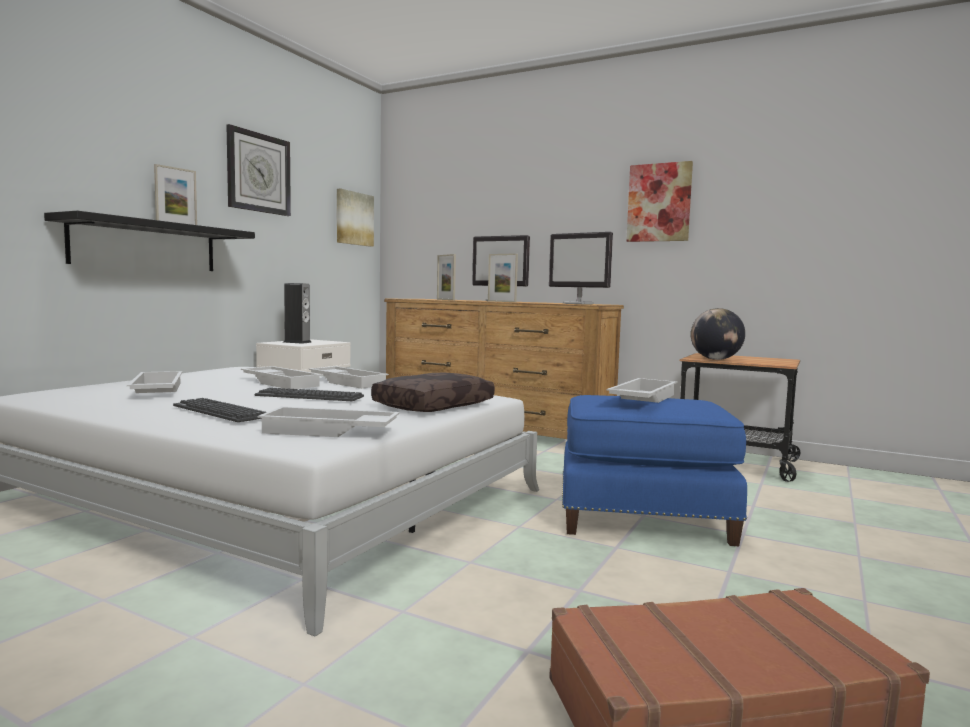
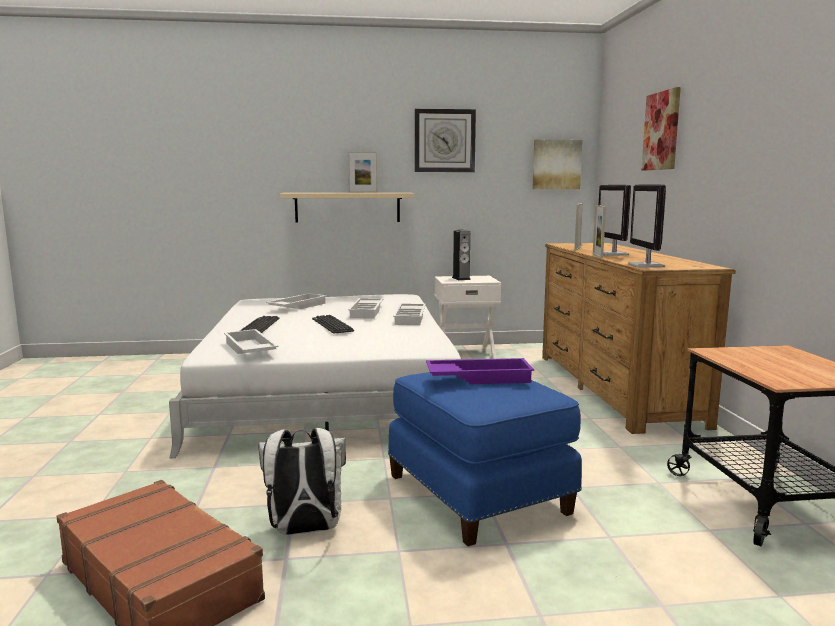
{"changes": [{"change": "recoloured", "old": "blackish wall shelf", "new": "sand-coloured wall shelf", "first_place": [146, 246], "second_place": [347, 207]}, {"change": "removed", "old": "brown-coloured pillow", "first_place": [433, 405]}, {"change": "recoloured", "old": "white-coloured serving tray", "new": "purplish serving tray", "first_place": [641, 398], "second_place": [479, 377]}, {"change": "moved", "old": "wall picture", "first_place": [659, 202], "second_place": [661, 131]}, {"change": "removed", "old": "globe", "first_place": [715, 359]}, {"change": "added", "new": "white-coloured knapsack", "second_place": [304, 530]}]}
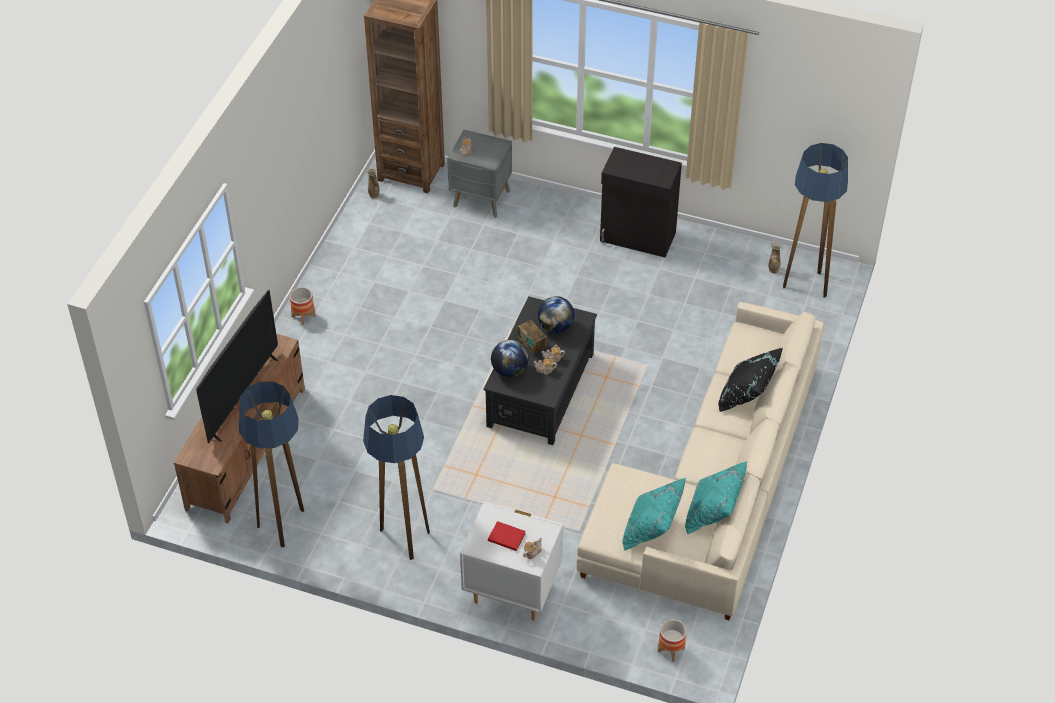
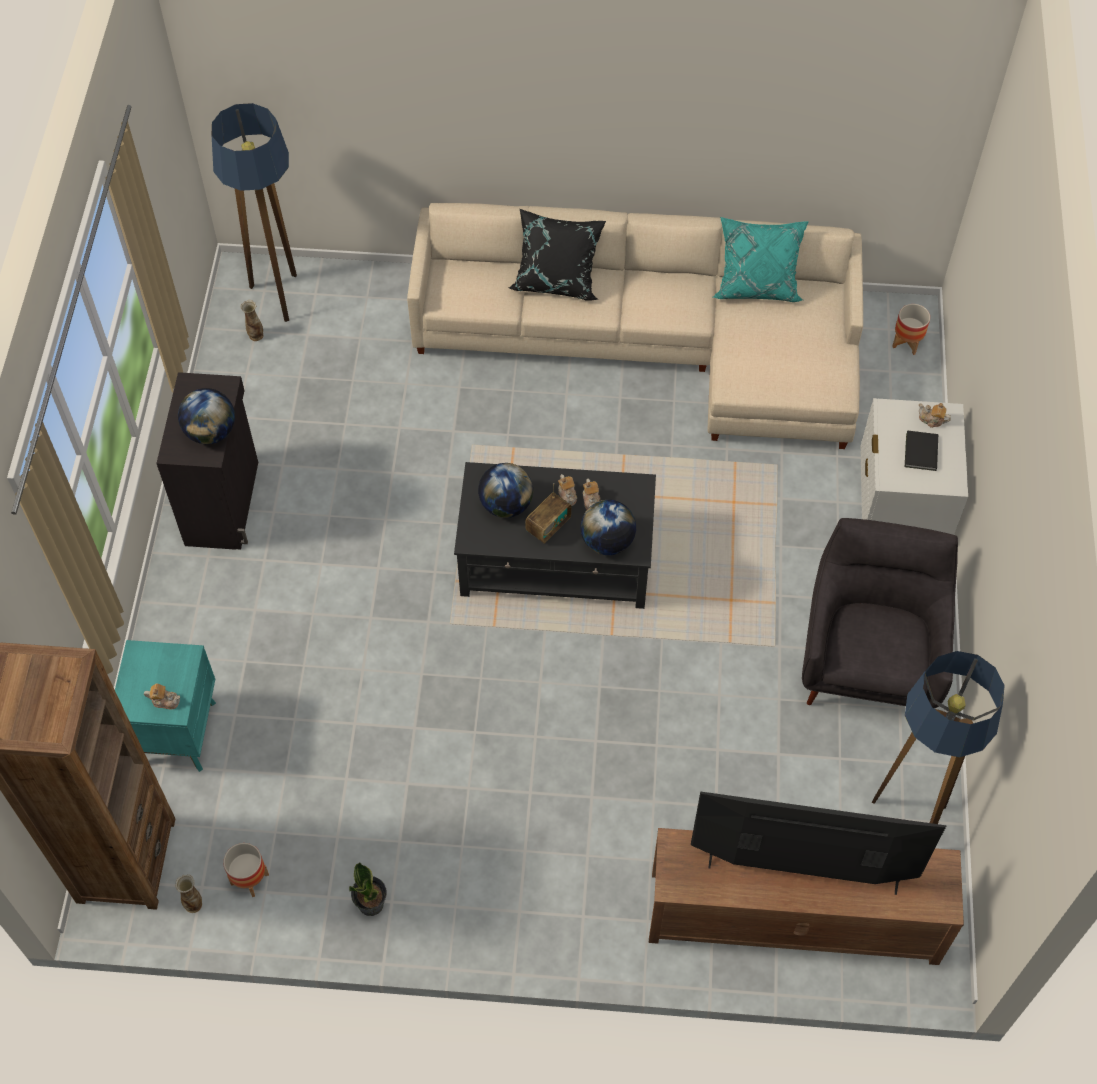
{"changes": [{"change": "moved", "old": "planter", "first_place": [303, 316], "second_place": [249, 879]}, {"change": "replaced", "old": "standing lamp", "new": "greyish armchair", "first_place": [402, 538], "second_place": [868, 660]}, {"change": "recoloured", "old": "greyish nightstand", "new": "blue-green nightstand", "first_place": [482, 199], "second_place": [177, 732]}, {"change": "recoloured", "old": "reddish bound book", "new": "blackish bound book", "first_place": [506, 536], "second_place": [920, 453]}, {"change": "removed", "old": "blue-green pillow", "first_place": [651, 530]}, {"change": "added", "new": "globe", "second_place": [211, 432]}, {"change": "added", "new": "plant in a pot", "second_place": [371, 903]}]}
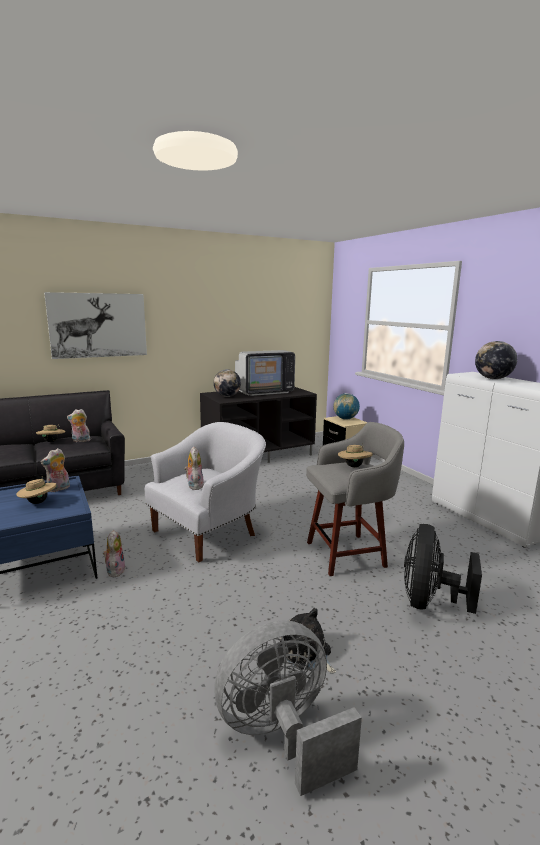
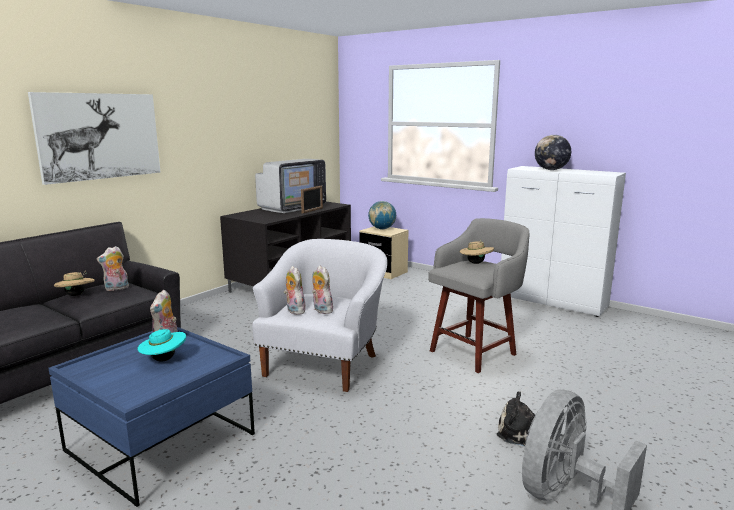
{"changes": [{"change": "recoloured", "old": "sand-coloured hat", "new": "blue-green hat", "first_place": [38, 502], "second_place": [163, 359]}, {"change": "moved", "old": "soft toy", "first_place": [115, 570], "second_place": [294, 310]}, {"change": "removed", "old": "globe", "first_place": [227, 396]}, {"change": "removed", "old": "blackish electric fan", "first_place": [429, 601]}, {"change": "added", "new": "picture frame", "second_place": [312, 210]}]}
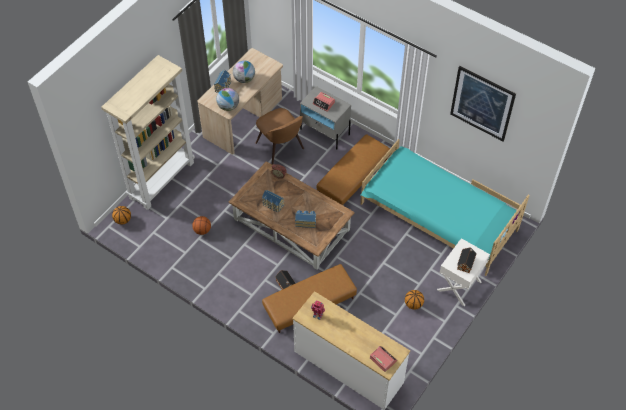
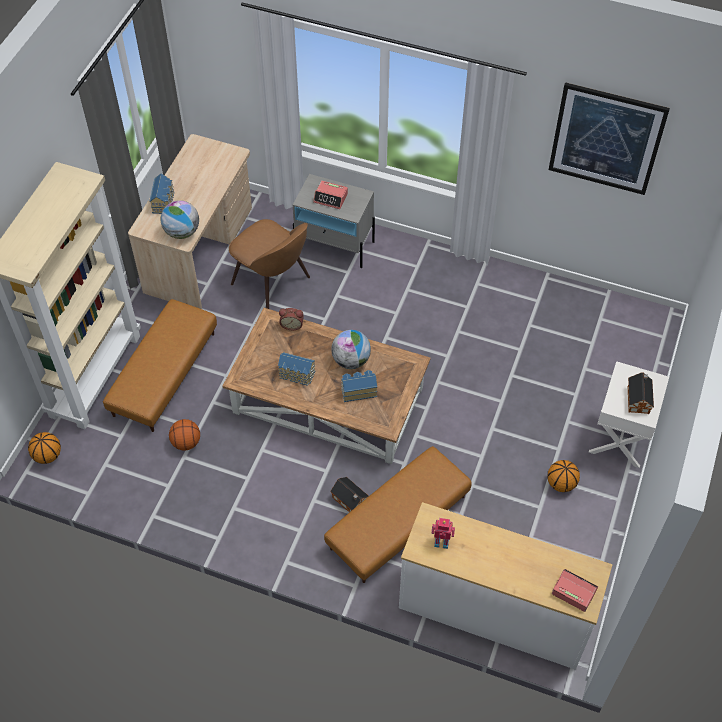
{"changes": [{"change": "moved", "old": "globe", "first_place": [244, 79], "second_place": [351, 360]}, {"change": "moved", "old": "brown-coloured ottoman", "first_place": [353, 177], "second_place": [164, 373]}, {"change": "removed", "old": "blue-green bedroom bed", "first_place": [437, 216]}]}
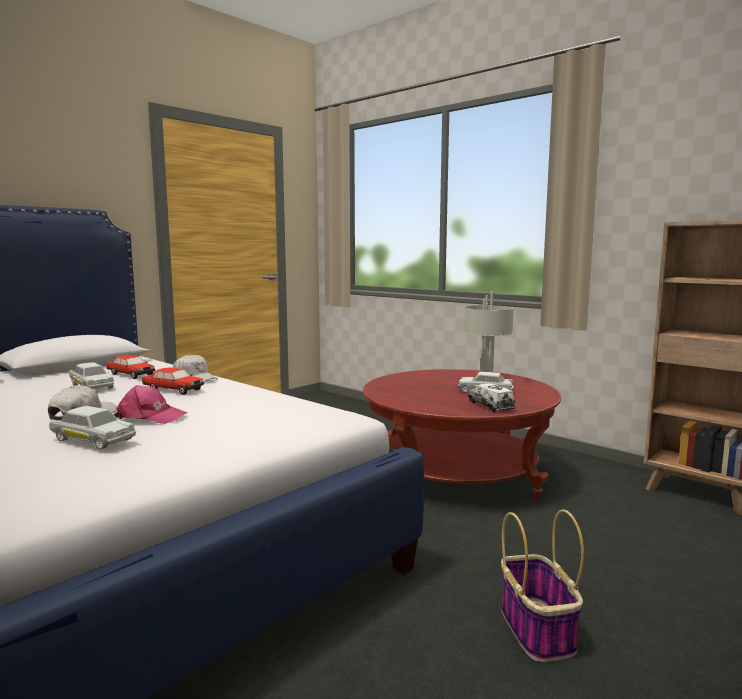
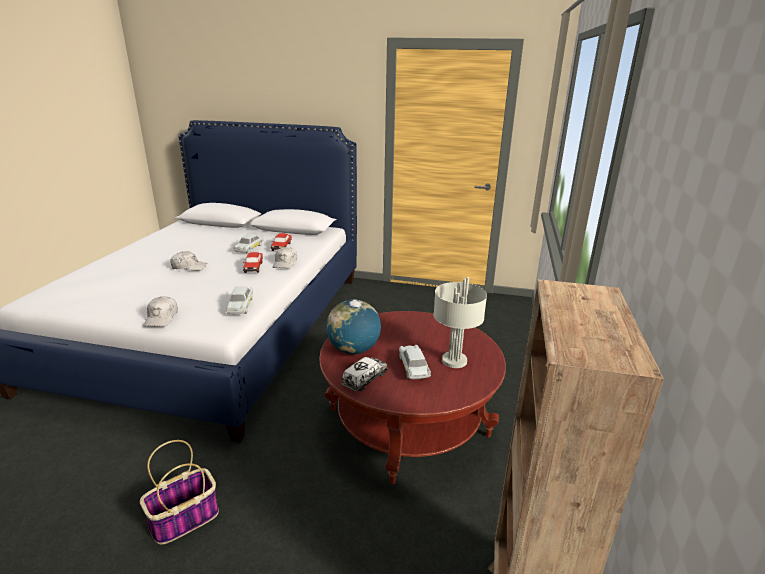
{"changes": [{"change": "moved", "old": "white-coloured model car", "first_place": [93, 440], "second_place": [240, 306]}, {"change": "removed", "old": "pink-coloured cap", "first_place": [150, 417]}, {"change": "added", "new": "white-coloured cap", "second_place": [162, 317]}, {"change": "added", "new": "globe", "second_place": [353, 350]}]}
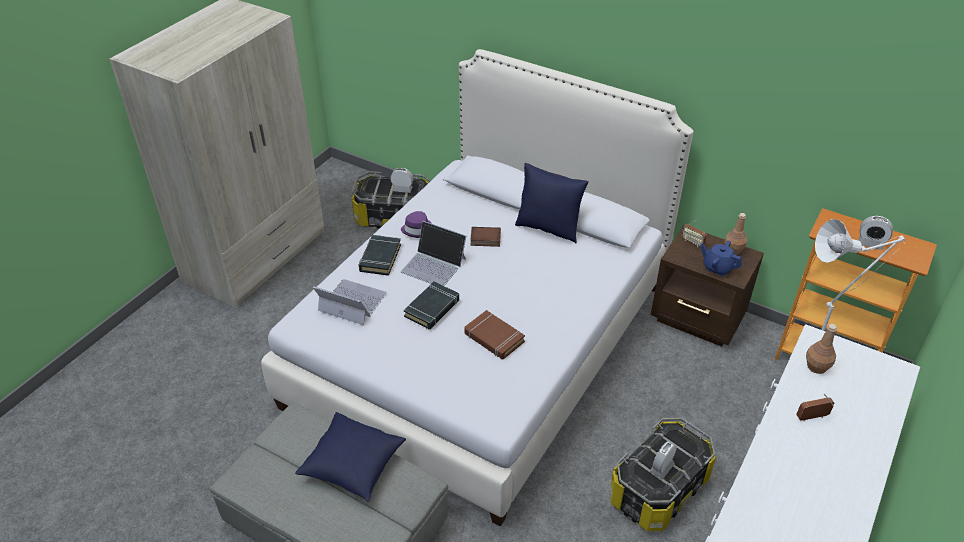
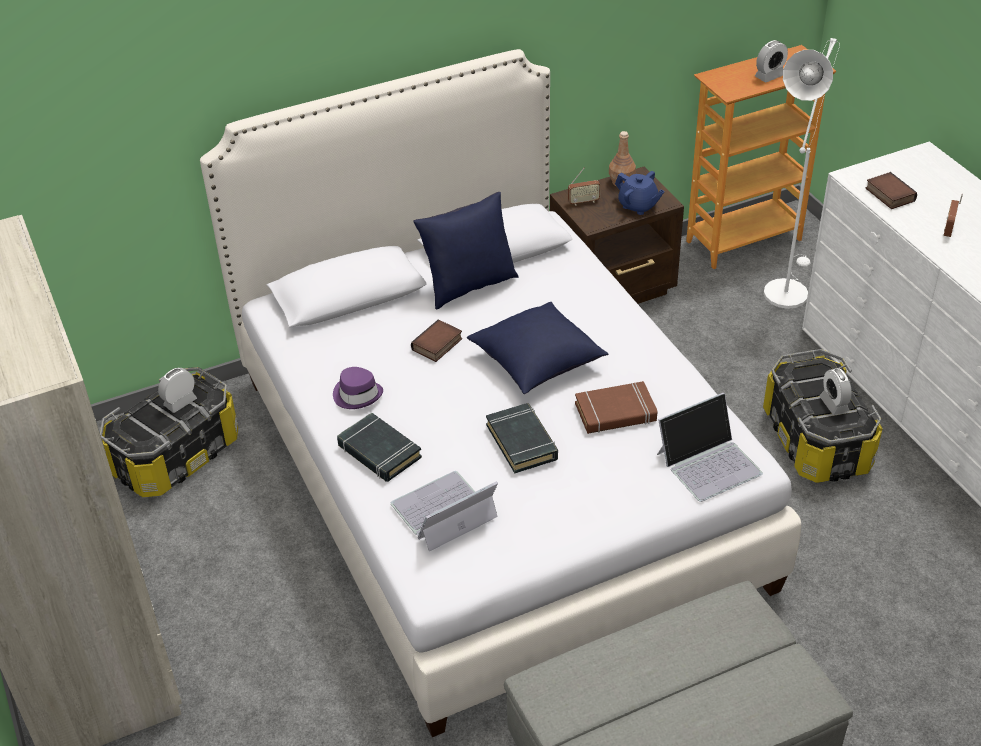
{"changes": [{"change": "moved", "old": "blue pillow", "first_place": [353, 466], "second_place": [537, 363]}, {"change": "moved", "old": "portable computer", "first_place": [434, 265], "second_place": [709, 462]}, {"change": "turned", "old": "blue teapot", "first_place": [717, 268], "second_place": [638, 206], "degrees": -120}, {"change": "replaced", "old": "brown-coloured bottle", "new": "bound book", "first_place": [816, 366], "second_place": [888, 194]}]}
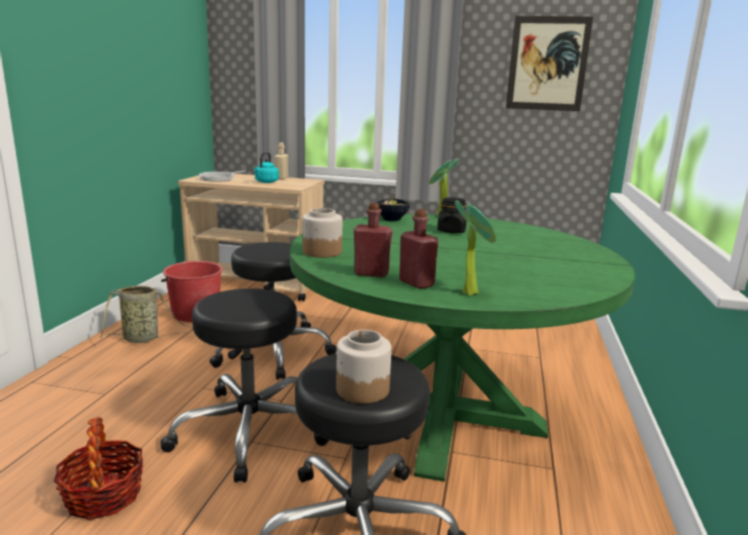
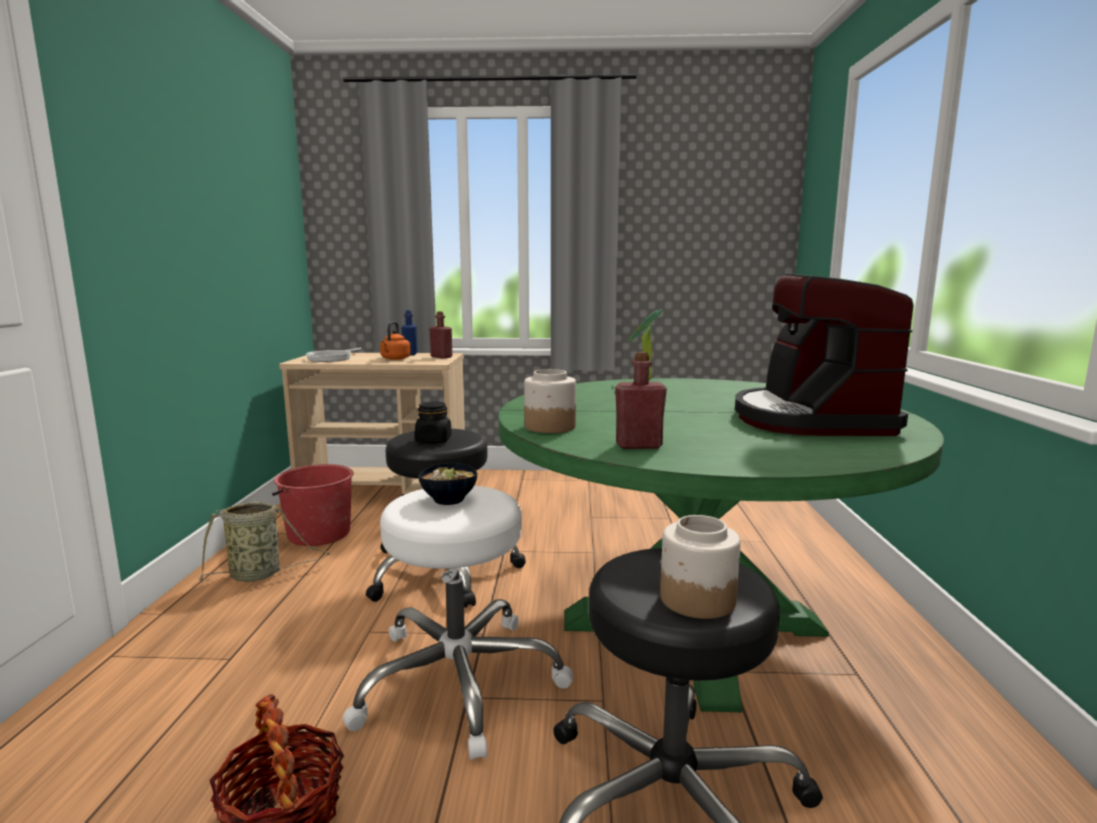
{"changes": [{"change": "recoloured", "old": "blackish stool", "new": "white-coloured stool", "first_place": [250, 430], "second_place": [459, 680]}, {"change": "recoloured", "old": "blue-green water kettle", "new": "orange water kettle", "first_place": [266, 182], "second_place": [395, 359]}, {"change": "recoloured", "old": "sand-coloured bottle", "new": "blue bottle", "first_place": [281, 178], "second_place": [410, 354]}, {"change": "moved", "old": "deep dish", "first_place": [391, 219], "second_place": [448, 500]}, {"change": "moved", "old": "reddish bottle", "first_place": [416, 283], "second_place": [441, 357]}, {"change": "moved", "old": "blackish storage jar", "first_place": [451, 231], "second_place": [433, 441]}, {"change": "removed", "old": "plant in a pot", "first_place": [470, 292]}, {"change": "removed", "old": "wall picture", "first_place": [547, 64]}, {"change": "added", "new": "coffee maker", "second_place": [810, 420]}]}
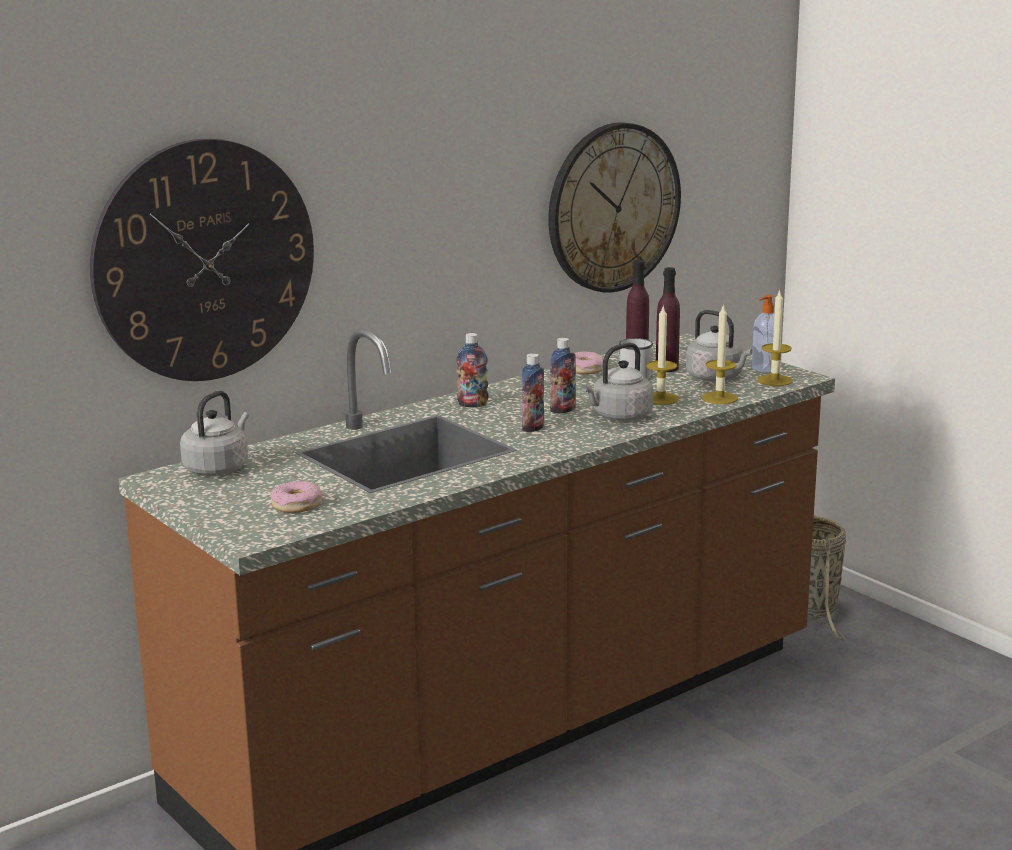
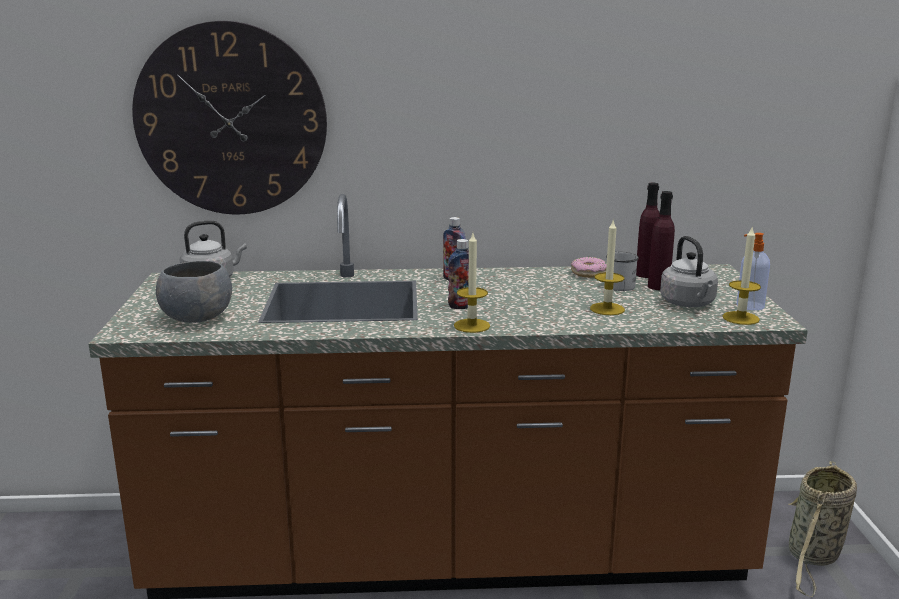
{"changes": [{"change": "replaced", "old": "doughnut", "new": "greyish deep dish", "first_place": [296, 505], "second_place": [198, 317]}, {"change": "removed", "old": "wall clock", "first_place": [613, 207]}, {"change": "removed", "old": "bottle", "first_place": [563, 410]}, {"change": "removed", "old": "greyish water kettle", "first_place": [619, 417]}, {"change": "moved", "old": "wax light", "first_place": [719, 398], "second_place": [472, 326]}]}
